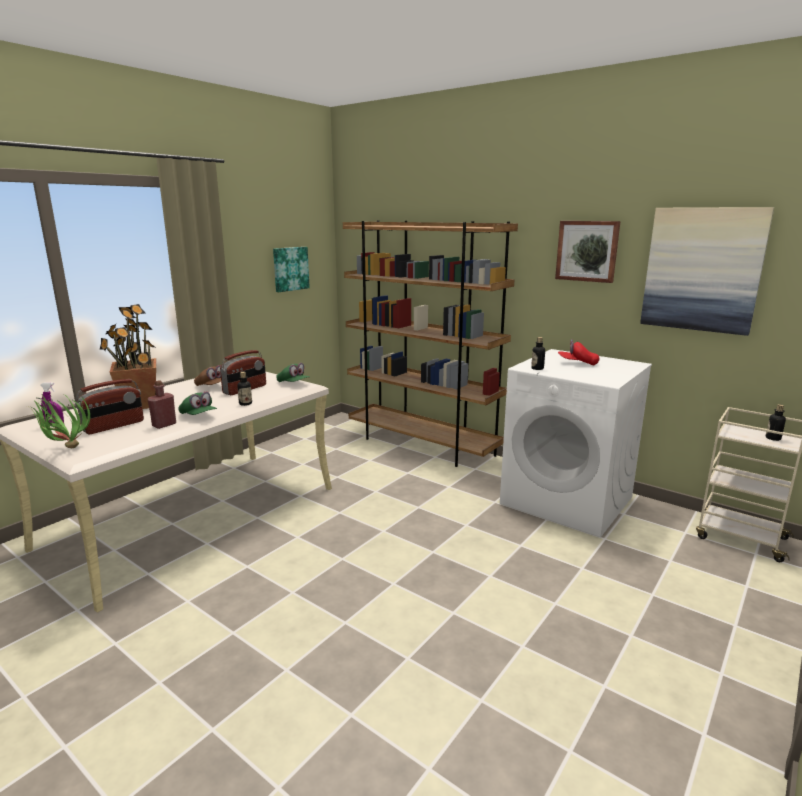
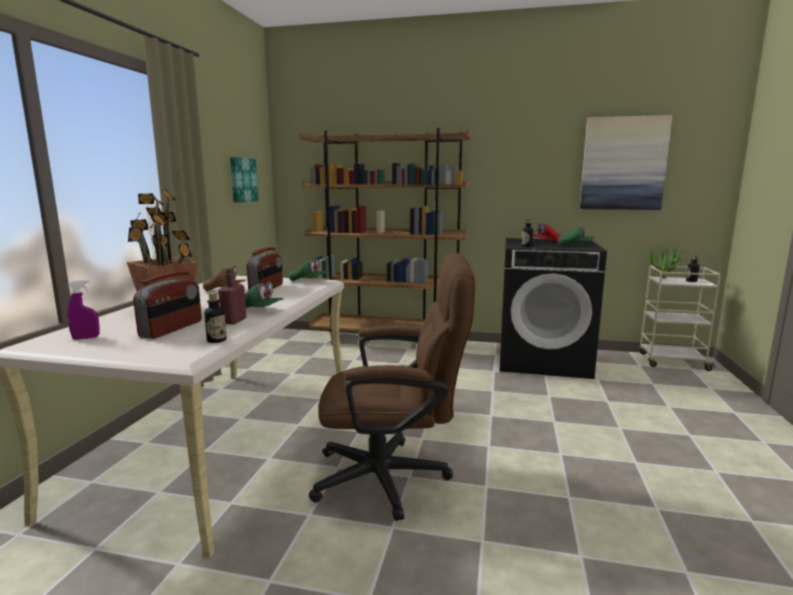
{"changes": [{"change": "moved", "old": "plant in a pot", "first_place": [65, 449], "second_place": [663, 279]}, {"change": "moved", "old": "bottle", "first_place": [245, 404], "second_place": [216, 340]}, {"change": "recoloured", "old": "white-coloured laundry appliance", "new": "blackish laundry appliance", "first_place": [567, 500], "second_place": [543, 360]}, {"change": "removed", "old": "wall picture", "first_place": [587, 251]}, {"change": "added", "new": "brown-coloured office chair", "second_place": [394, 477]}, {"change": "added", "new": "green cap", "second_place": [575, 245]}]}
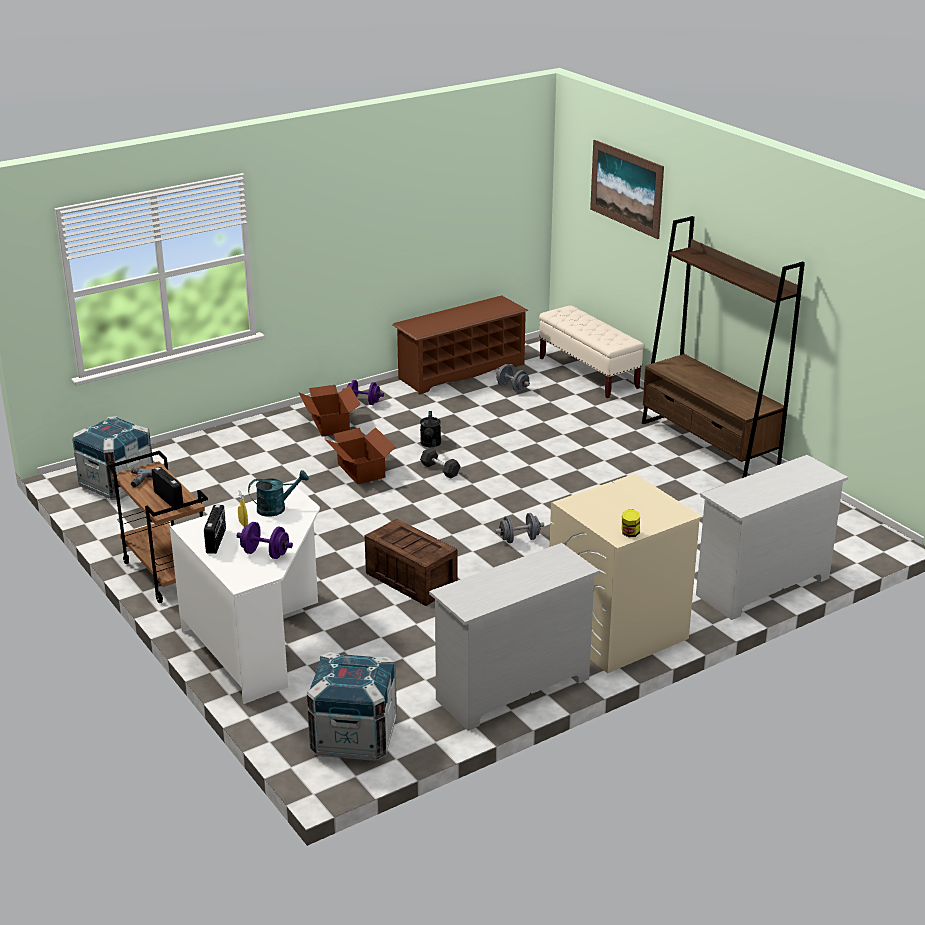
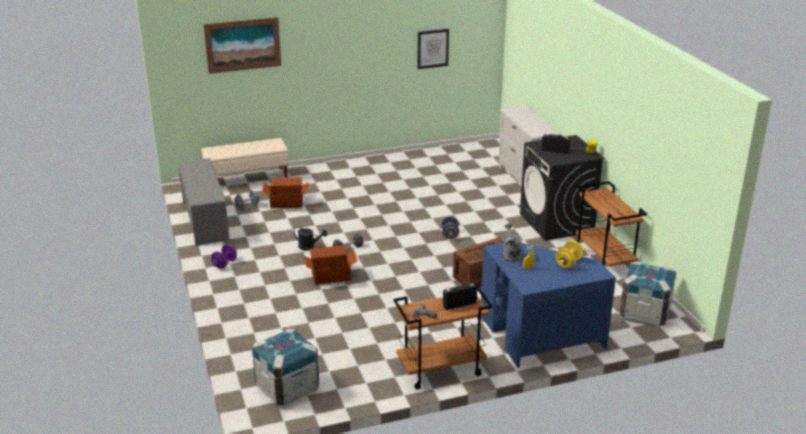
{"changes": [{"change": "recoloured", "old": "white-coloured desk unit", "new": "blue desk unit", "first_place": [260, 641], "second_place": [539, 337]}, {"change": "moved", "old": "radio receiver", "first_place": [216, 541], "second_place": [555, 151]}, {"change": "recoloured", "old": "purplish hand weight", "new": "yellow-coloured hand weight", "first_place": [265, 553], "second_place": [568, 263]}, {"change": "recoloured", "old": "blue-green sprinkling can", "new": "greyish sprinkling can", "first_place": [276, 508], "second_place": [510, 255]}, {"change": "moved", "old": "packing box", "first_place": [330, 424], "second_place": [287, 203]}, {"change": "recoloured", "old": "brown-coloured shoe rack", "new": "greyish shoe rack", "first_place": [461, 371], "second_place": [205, 221]}, {"change": "replaced", "old": "white-coloured chest of drawers", "new": "brown-coloured trolley", "first_place": [512, 689], "second_place": [605, 260]}, {"change": "recoloured", "old": "sand-coloured laundry appliance", "new": "blackish laundry appliance", "first_place": [616, 632], "second_place": [557, 223]}, {"change": "removed", "old": "brown-coloured shelving unit", "first_place": [709, 446]}, {"change": "added", "new": "wall picture", "second_place": [432, 48]}]}
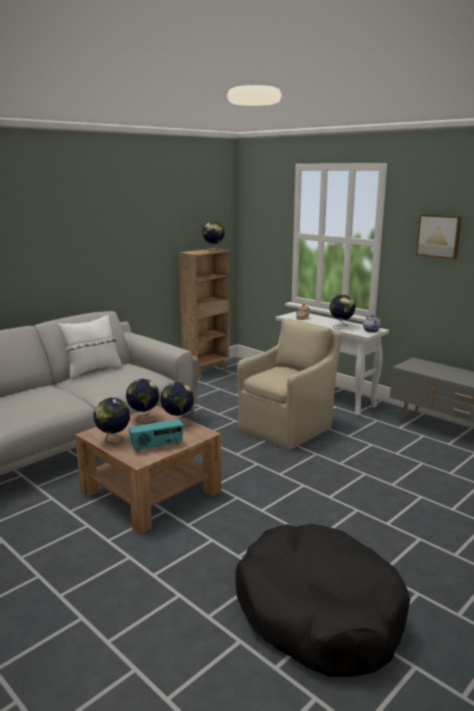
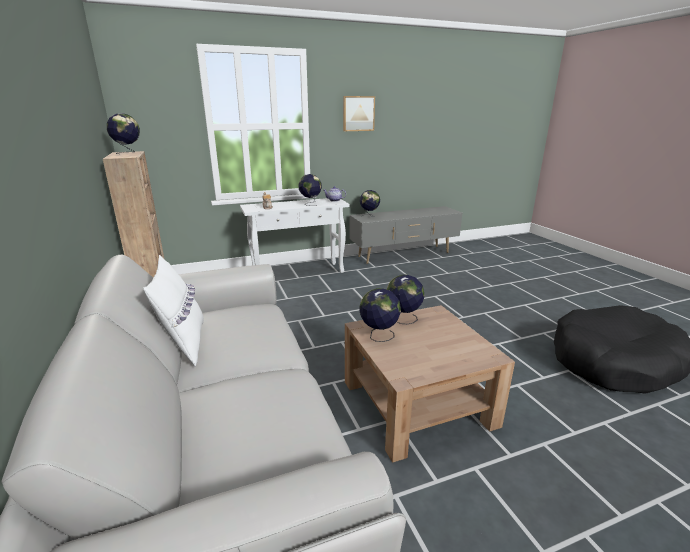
{"changes": [{"change": "moved", "old": "globe", "first_place": [113, 441], "second_place": [369, 216]}, {"change": "removed", "old": "radio receiver", "first_place": [157, 446]}, {"change": "removed", "old": "sand-coloured armchair", "first_place": [287, 428]}]}
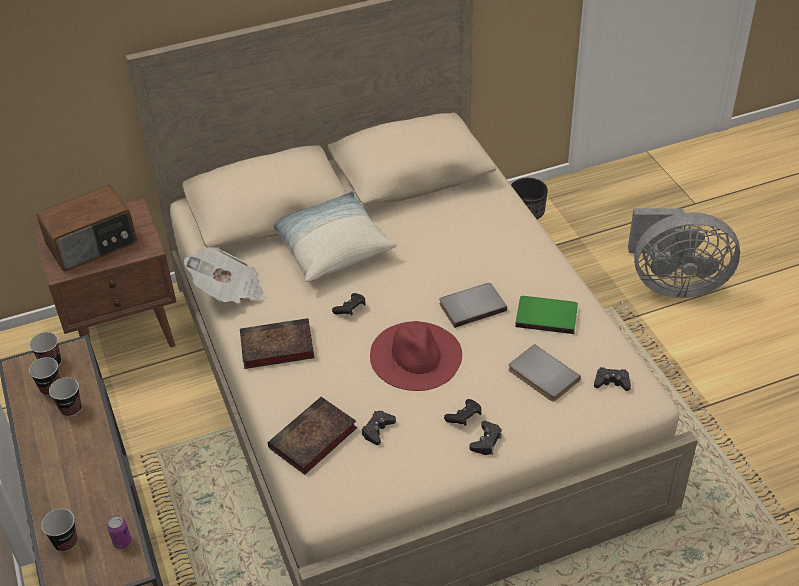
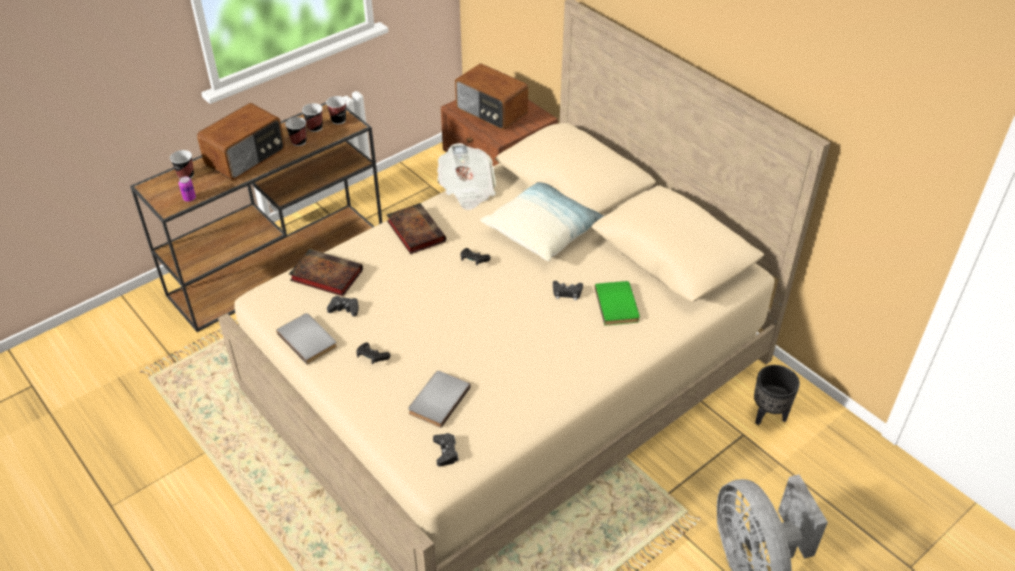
{"changes": [{"change": "removed", "old": "reddish hat", "first_place": [416, 355]}, {"change": "moved", "old": "greyish bound book", "first_place": [471, 305], "second_place": [309, 339]}, {"change": "moved", "old": "blackish joypad", "first_place": [486, 441], "second_place": [567, 292]}, {"change": "moved", "old": "green bound book", "first_place": [546, 315], "second_place": [618, 304]}, {"change": "added", "new": "radio receiver", "second_place": [246, 157]}]}
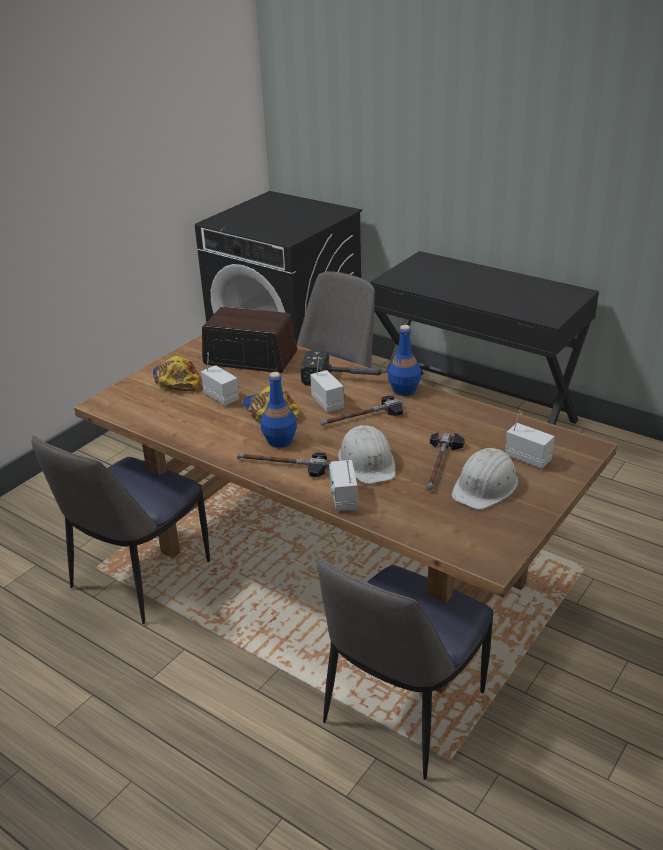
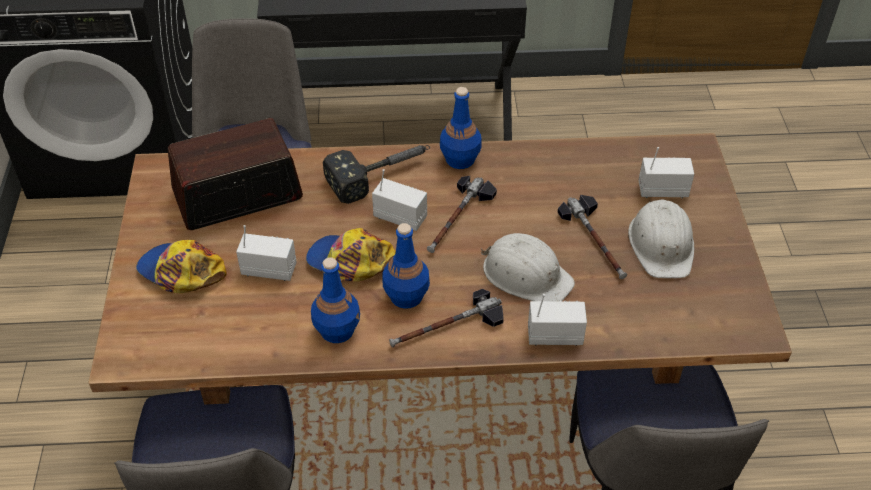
{"changes": [{"change": "turned", "old": "radio receiver", "first_place": [343, 499], "second_place": [554, 335], "degrees": 135}, {"change": "added", "new": "blue bottle", "second_place": [337, 329]}]}
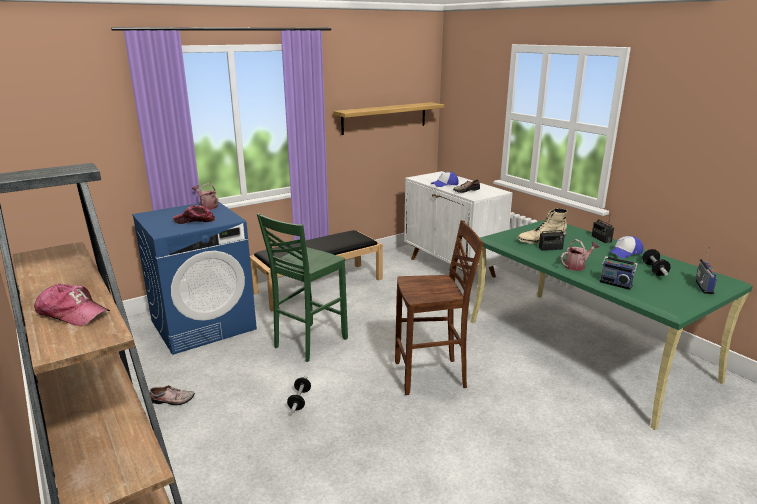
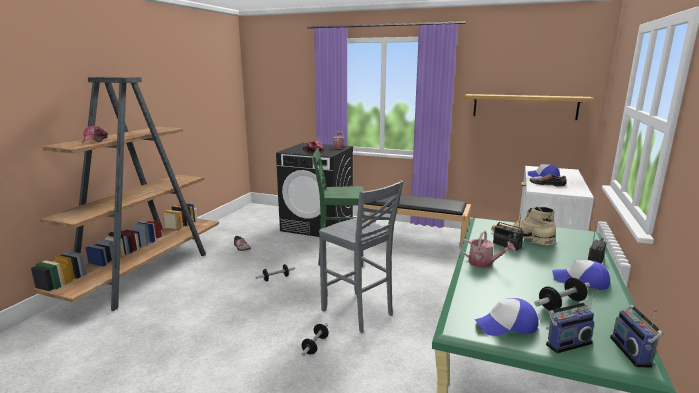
{"changes": [{"change": "recoloured", "old": "blue laundry appliance", "new": "blackish laundry appliance", "first_place": [204, 324], "second_place": [318, 225]}, {"change": "recoloured", "old": "brown-coloured stool", "new": "greyish stool", "first_place": [432, 376], "second_place": [358, 313]}, {"change": "moved", "old": "radio receiver", "first_place": [616, 283], "second_place": [632, 352]}, {"change": "added", "new": "hand weight", "second_place": [315, 345]}, {"change": "added", "new": "cap", "second_place": [506, 325]}]}
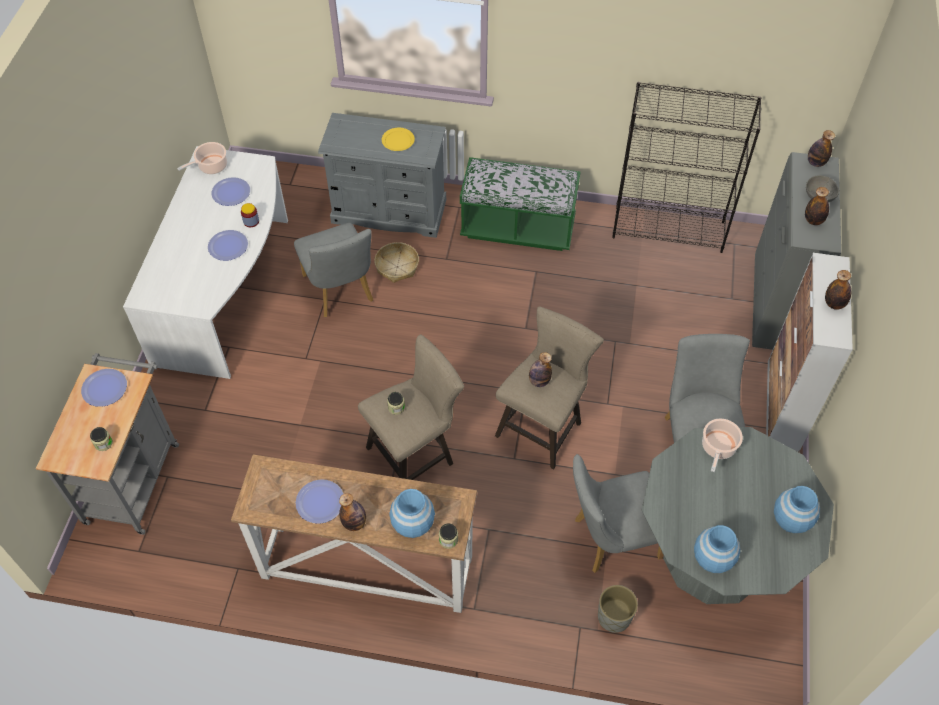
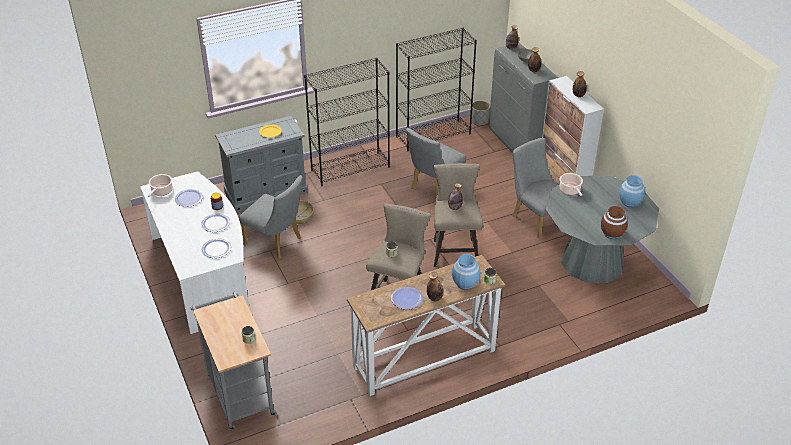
{"changes": [{"change": "moved", "old": "dinner plate", "first_place": [104, 388], "second_place": [216, 249]}, {"change": "replaced", "old": "green indoor bench", "new": "blackish shelving unit", "first_place": [518, 228], "second_place": [350, 168]}, {"change": "moved", "old": "greyish plain chair", "first_place": [610, 539], "second_place": [434, 187]}, {"change": "moved", "old": "greyish planter", "first_place": [614, 617], "second_place": [479, 121]}, {"change": "recoloured", "old": "blue flower vase", "new": "brown-coloured flower vase", "first_place": [712, 559], "second_place": [612, 233]}]}
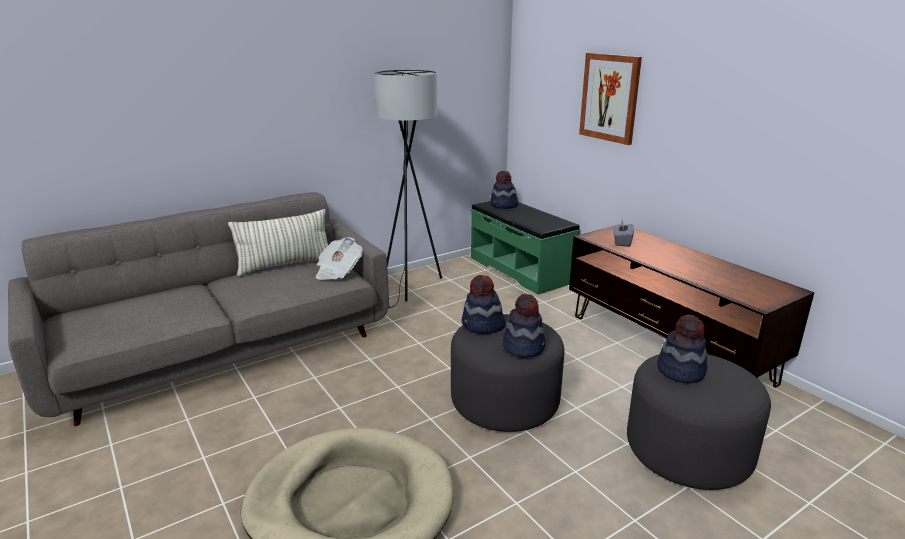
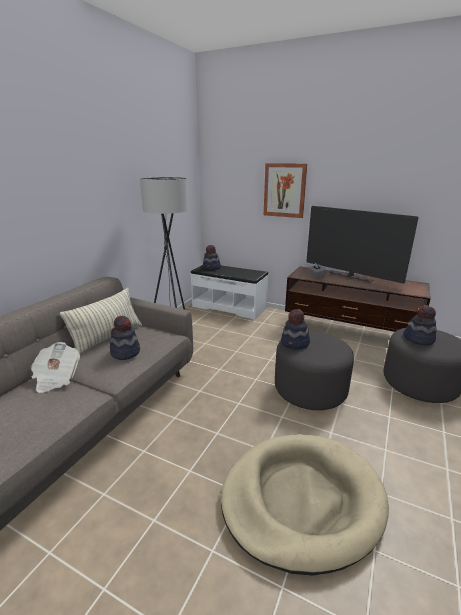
{"changes": [{"change": "moved", "old": "daily paper", "first_place": [338, 271], "second_place": [56, 378]}, {"change": "recoloured", "old": "green indoor bench", "new": "white-coloured indoor bench", "first_place": [521, 269], "second_place": [229, 307]}, {"change": "moved", "old": "hat", "first_place": [524, 347], "second_place": [125, 352]}, {"change": "added", "new": "TV set", "second_place": [350, 276]}]}
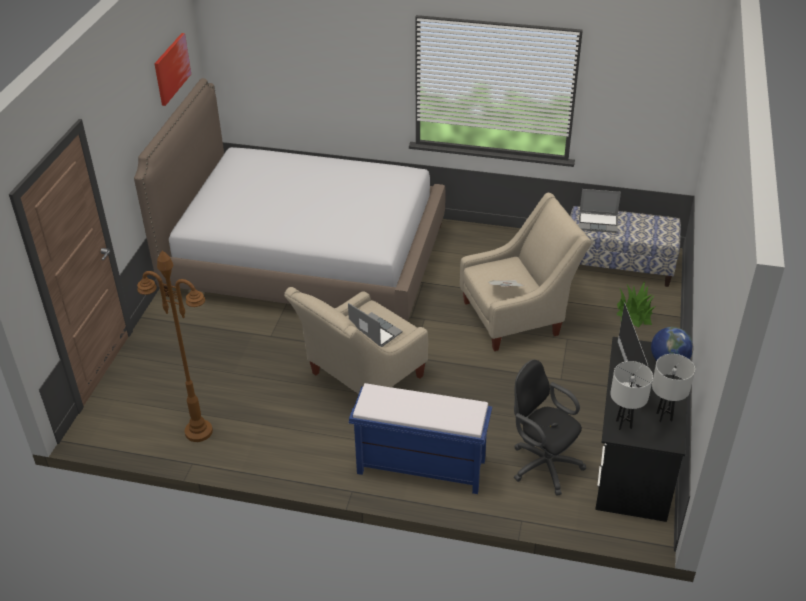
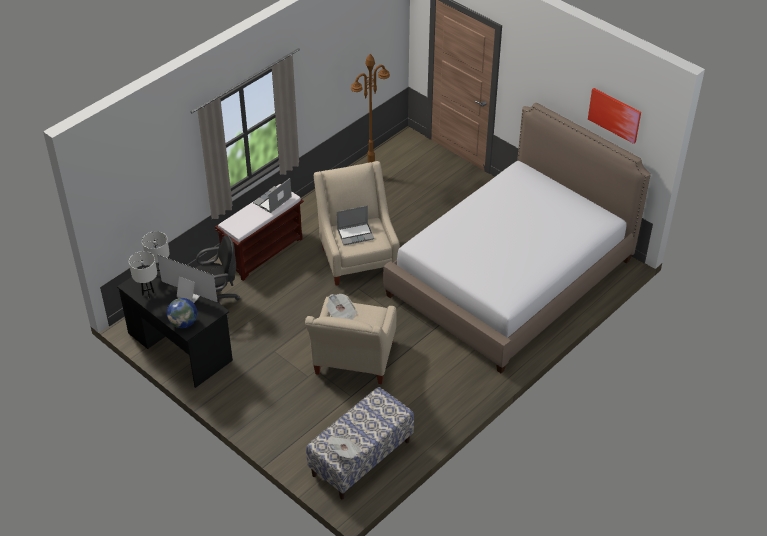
{"changes": [{"change": "recoloured", "old": "blue indoor bench", "new": "brown-coloured indoor bench", "first_place": [419, 467], "second_place": [263, 251]}, {"change": "moved", "old": "portable computer", "first_place": [598, 223], "second_place": [272, 201]}, {"change": "removed", "old": "plant in a pot", "first_place": [634, 314]}, {"change": "added", "new": "daily paper", "second_place": [345, 452]}]}
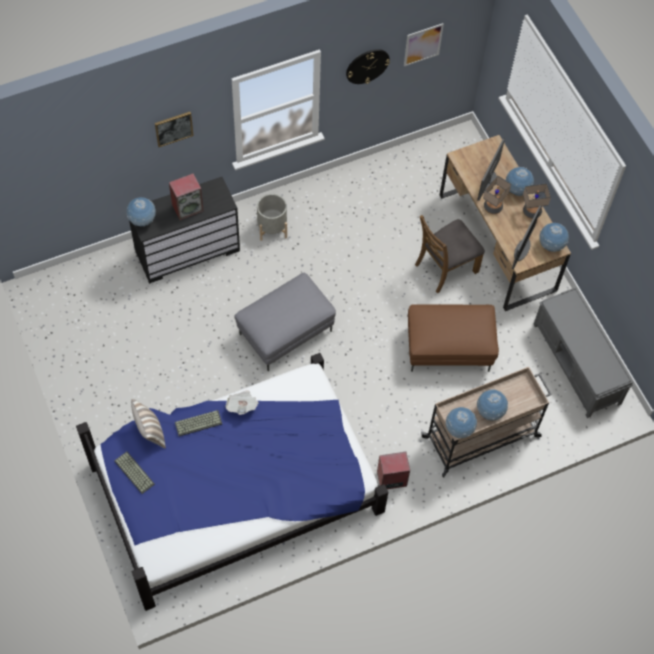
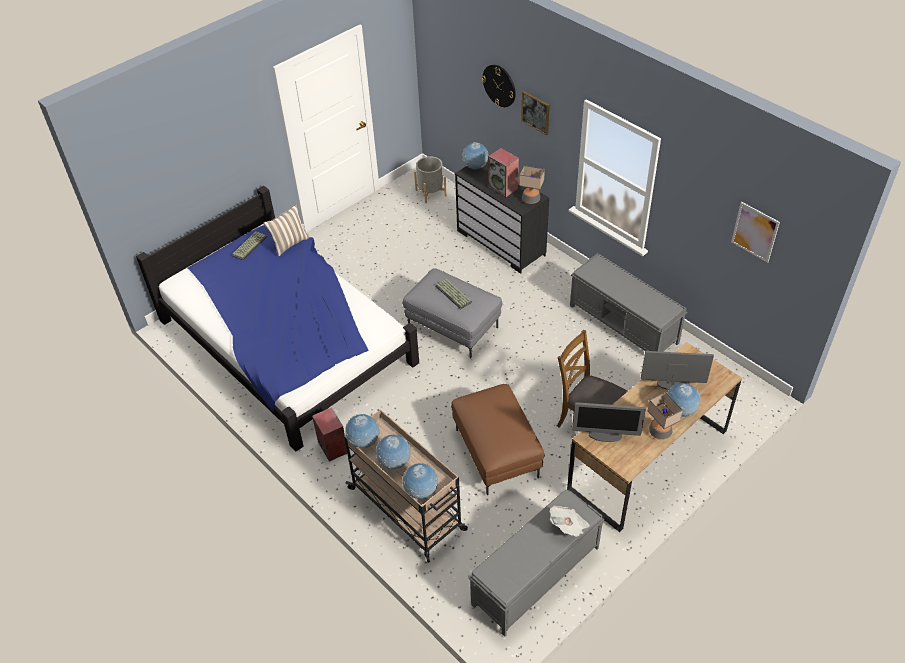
{"changes": [{"change": "moved", "old": "computer keyboard", "first_place": [198, 422], "second_place": [454, 294]}, {"change": "moved", "old": "daily paper", "first_place": [242, 406], "second_place": [568, 526]}, {"change": "moved", "old": "greyish planter", "first_place": [272, 228], "second_place": [431, 193]}, {"change": "moved", "old": "wall clock", "first_place": [367, 66], "second_place": [499, 85]}, {"change": "moved", "old": "table lamp", "first_place": [493, 207], "second_place": [531, 199]}, {"change": "moved", "old": "globe", "first_place": [551, 245], "second_place": [421, 492]}, {"change": "added", "new": "greyish indoor bench", "second_place": [624, 324]}]}
